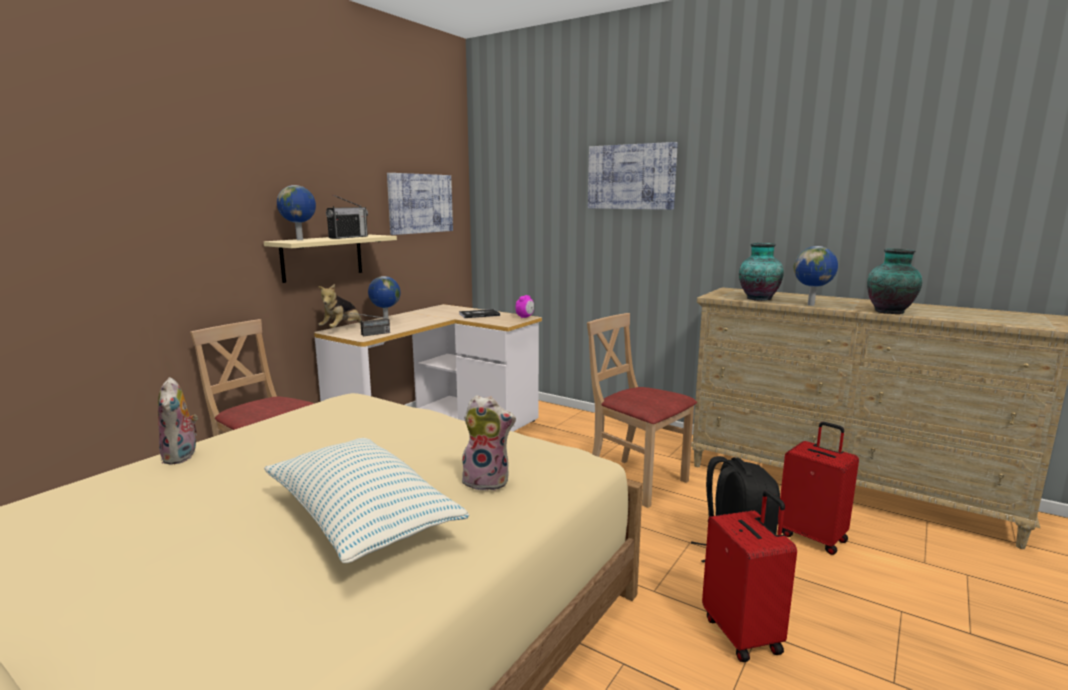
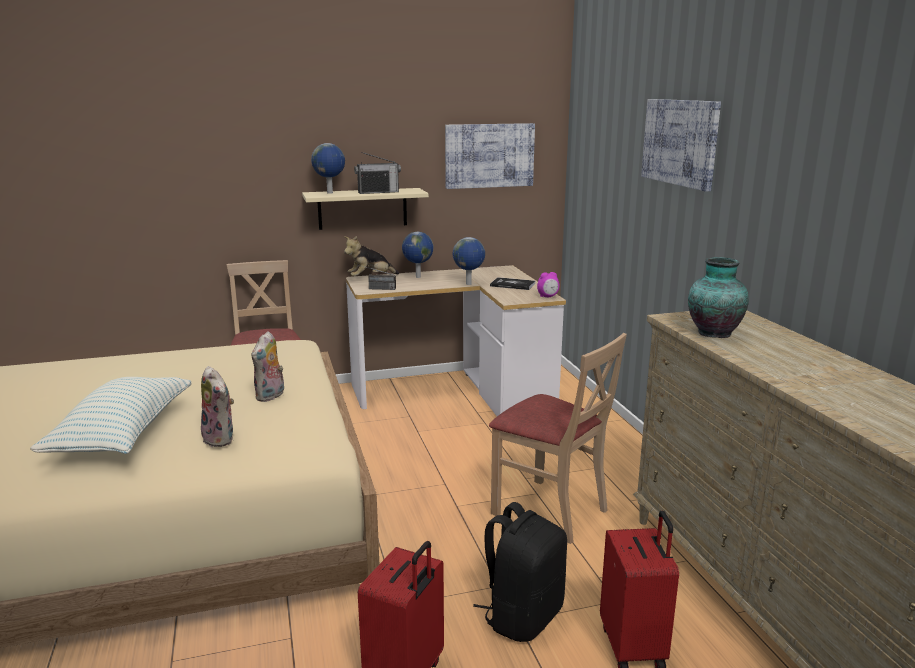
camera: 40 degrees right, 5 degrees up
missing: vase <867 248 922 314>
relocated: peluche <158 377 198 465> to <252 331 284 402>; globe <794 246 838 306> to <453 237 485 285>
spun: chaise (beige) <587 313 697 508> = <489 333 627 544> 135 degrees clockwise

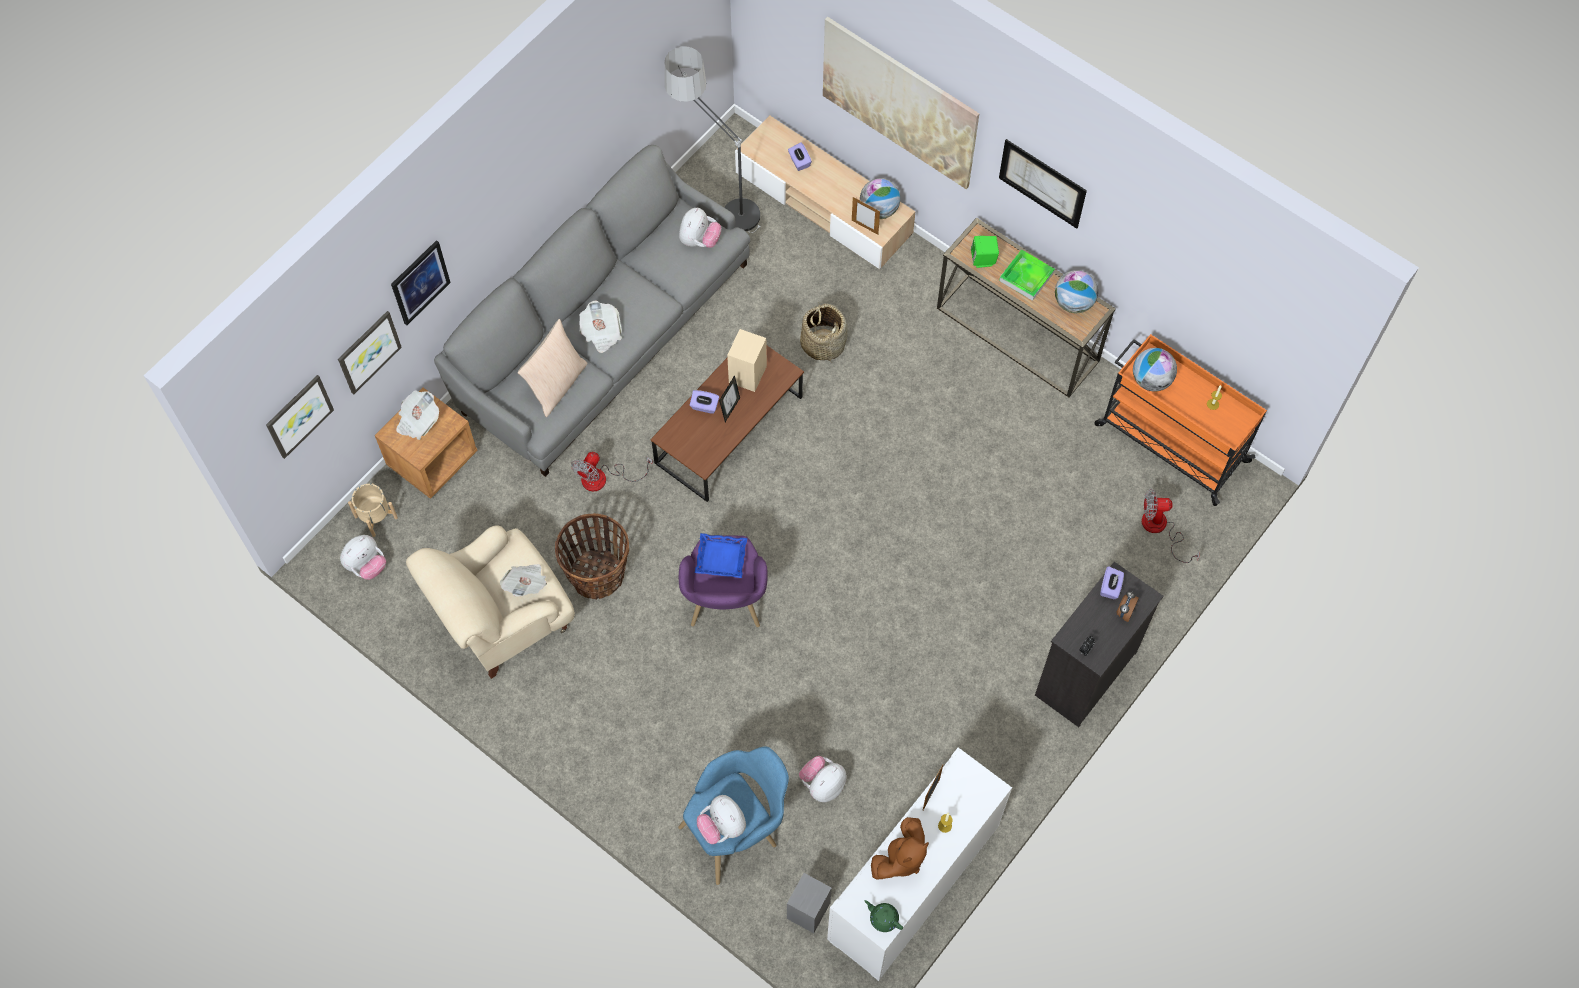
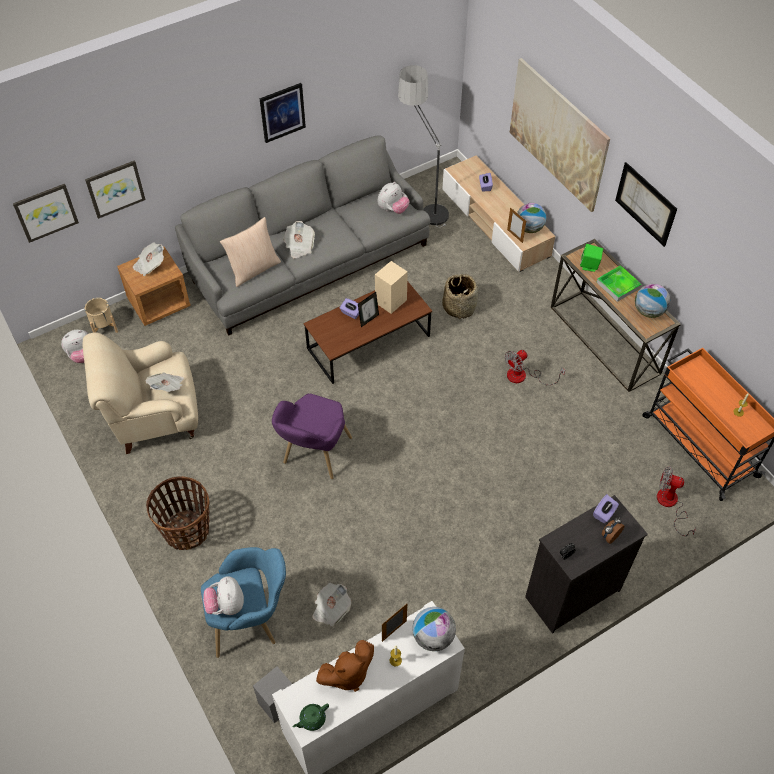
camera: 20 degrees right, 10 degrees down
missing: plateau (bleu) <695 533 747 578>
relocated: panier <555 513 629 600> to <146 476 210 550>; tableau <391 240 451 325> to <260 83 306 143>; globe <1133 348 1177 392> to <413 607 456 651>; ventilateur <571 452 653 491> to <505 350 565 385>
exchanged: peluche <799 756 847 802> to journal <312 583 351 627>
spun: théière (vert) <865 900 903 932> = <293 703 329 731> 90 degrees counterclockwise

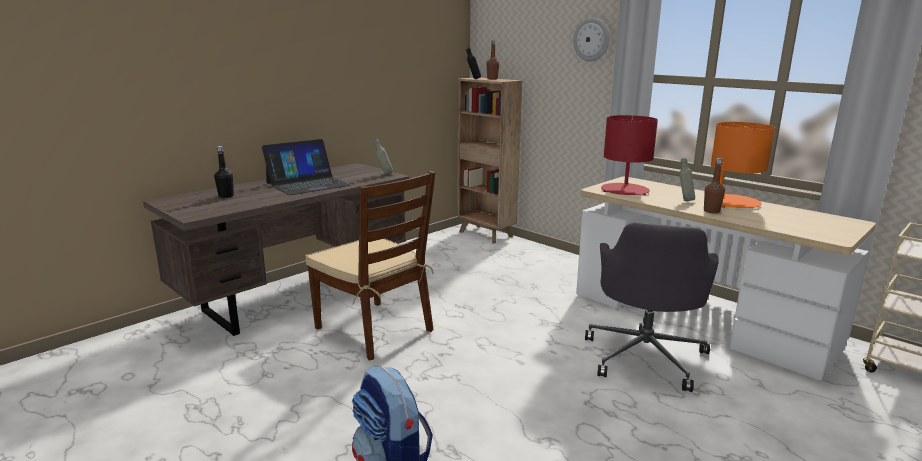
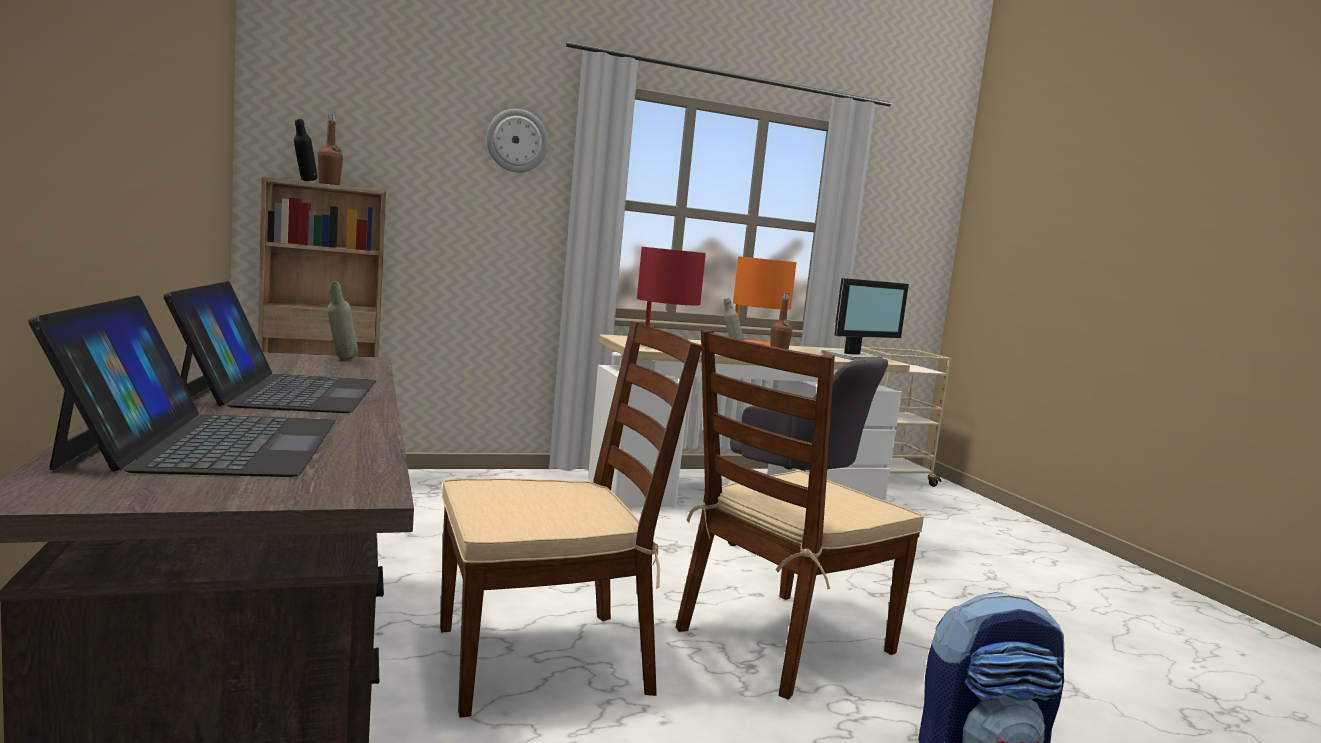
camera: 65 degrees left, 10 degrees down
appeared: chaise (marron) <676 330 924 700>; écran d'ordinateur <821 278 909 360>
exchanged: bouteille (noir) <214 146 234 198> to ordinateur portable <28 296 336 477>

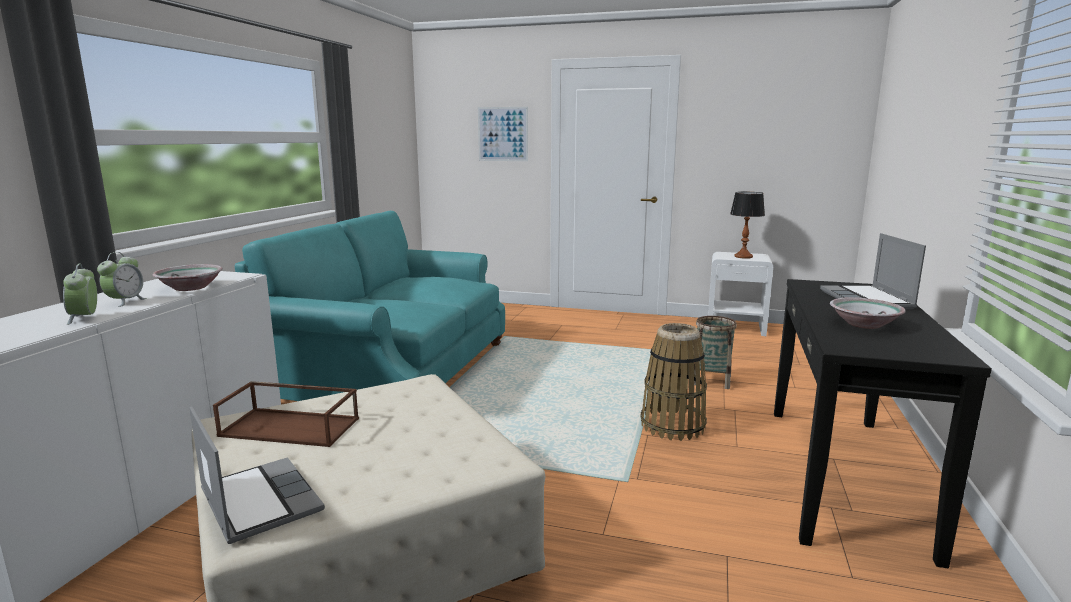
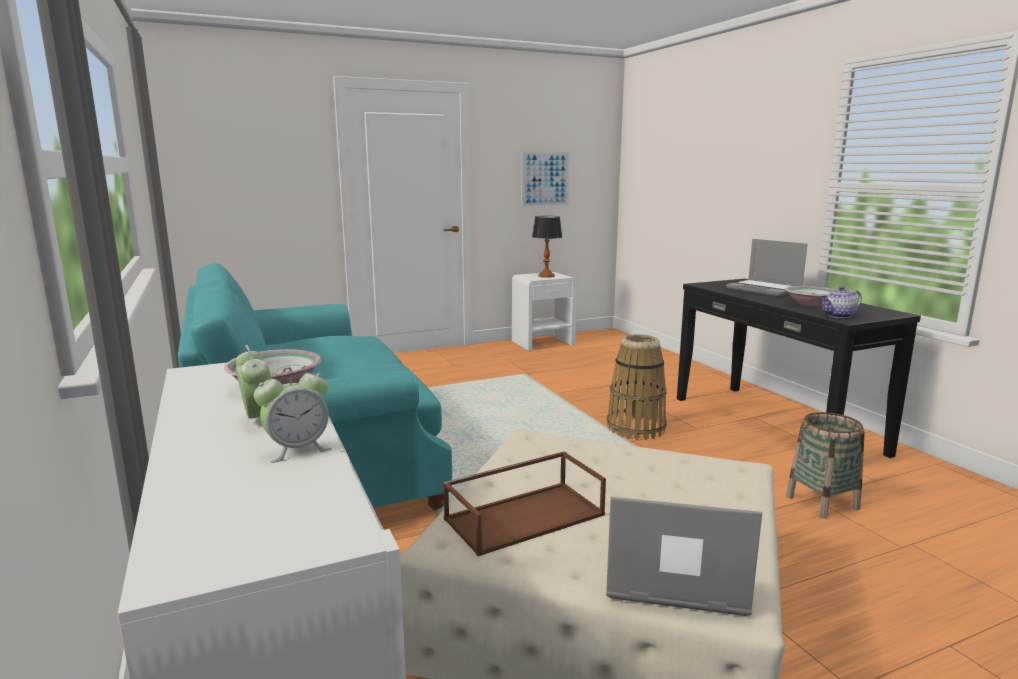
camera: 40 degrees left, 0 degrees up
appeared: théière <821 286 862 318>
relocated: tableau <478 107 528 161> to <522 151 570 207>; panier <694 316 737 389> to <786 412 865 518>
spun: réveil <63 264 97 325> = <254 364 332 463> 60 degrees counterclockwise

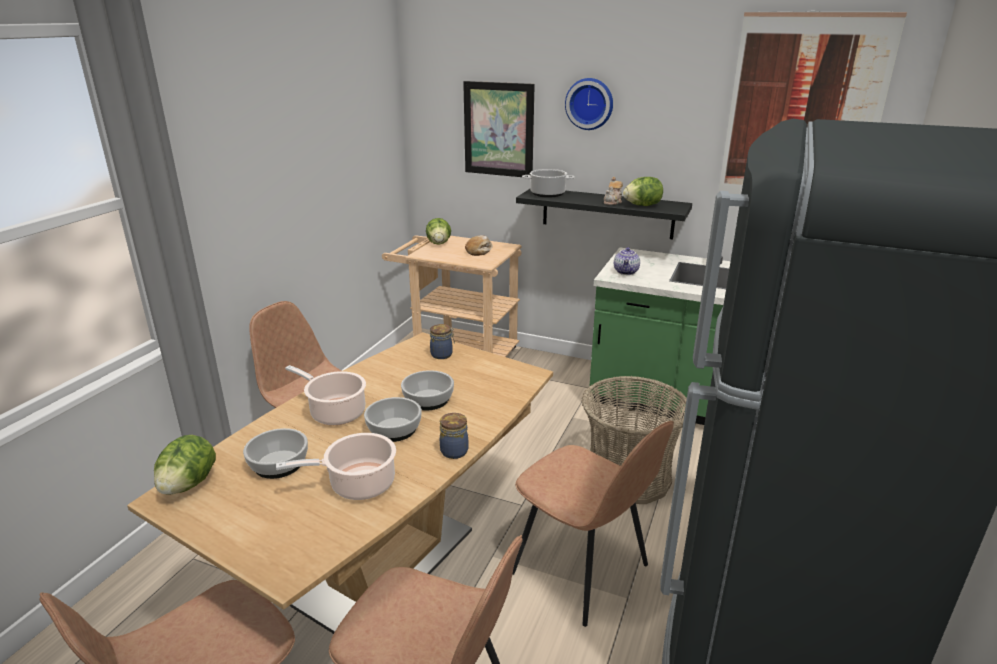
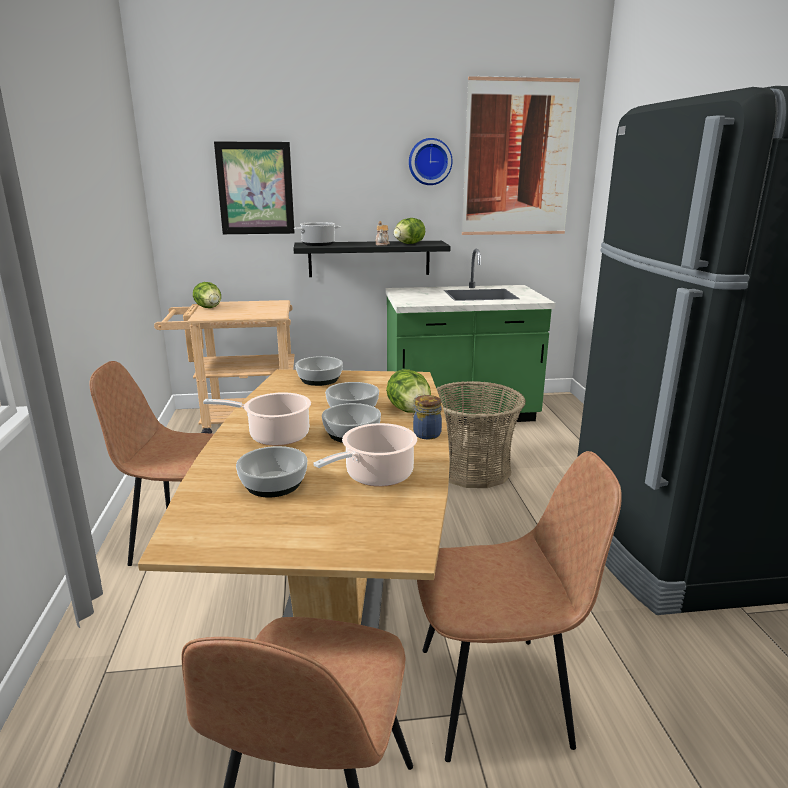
camera: 30 degrees left, 5 degrees down
missing: pain <465 235 492 256>; chaise (marron) <512 421 674 627>; théière <614 247 640 275>
relocated: laitue <154 435 216 495> to <386 369 431 413>; horloge murale <565 78 613 130> to <409 138 453 185>
exchanged: bocal <430 324 455 359> to bol <295 356 343 386>

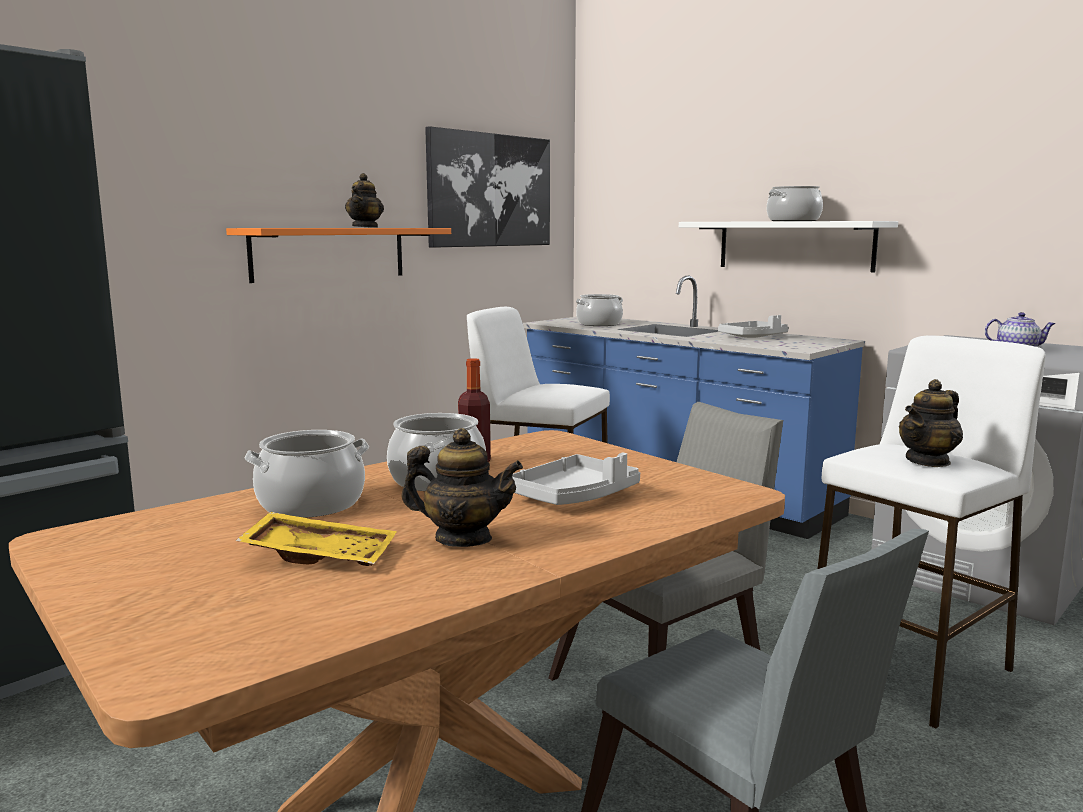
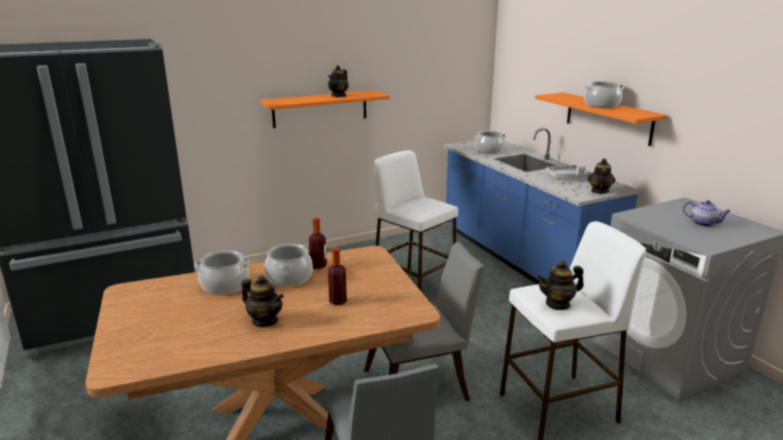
camera: 20 degrees right, 10 degrees up
missing: plateau (jaune) <236 512 397 566>; tableau <425 126 550 248>
appeared: théière <588 158 615 194>
exchanged: plateau (gris) <512 453 640 505> to bouteille <328 247 347 305>
colour: étagère (blanc) <679 221 898 272> to étagère (orange) <535 92 667 146>

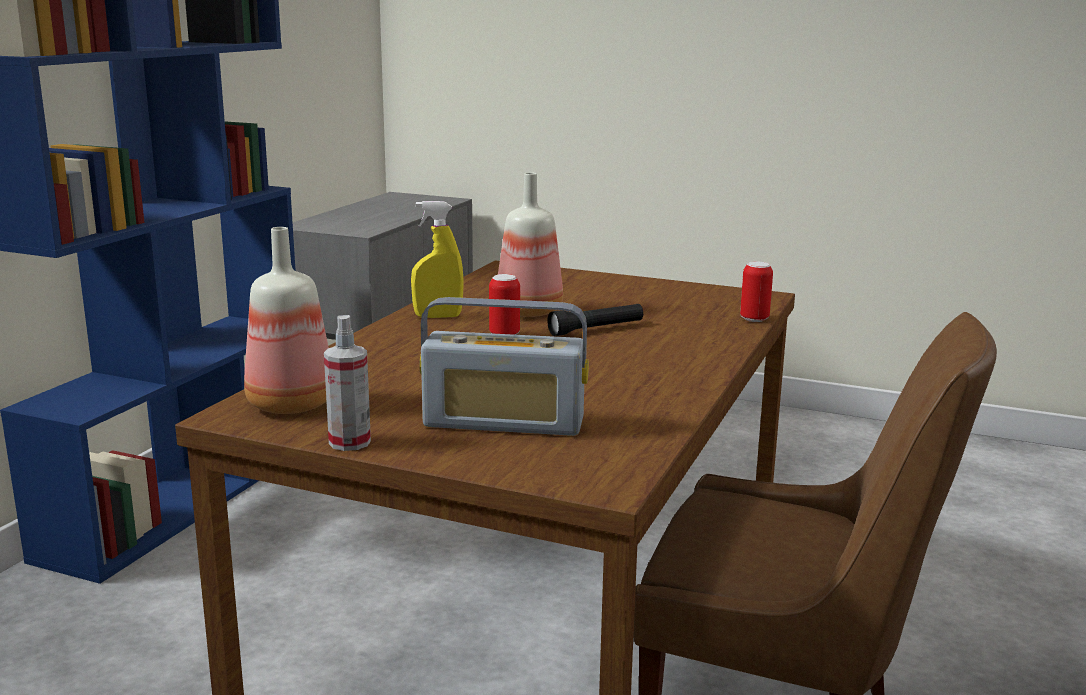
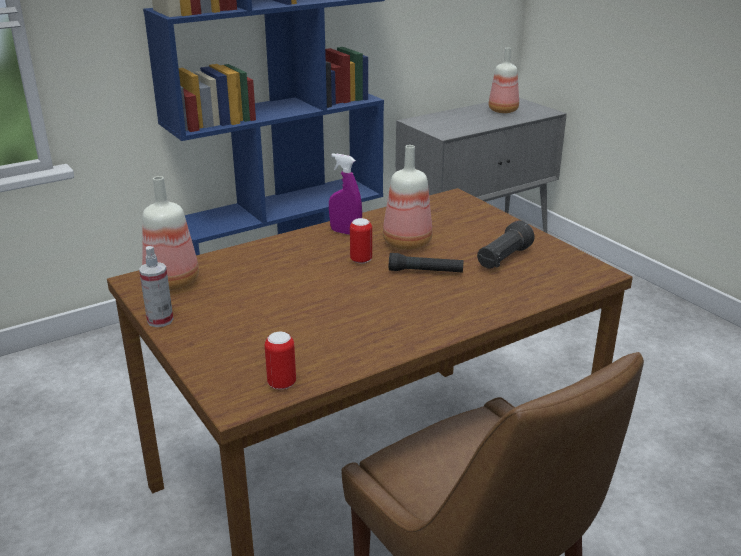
camera: 35 degrees right, 10 degrees up
missing: radio <419 297 589 436>
appeared: lampe de poche (noir) <477 221 534 269>; bouteille <489 48 519 113>
relocated: boîte métallique <740 262 773 322> to <265 332 296 390>
colour: vaporisateur (jaune) <411 201 464 318> to vaporisateur (violet) <329 153 362 235>

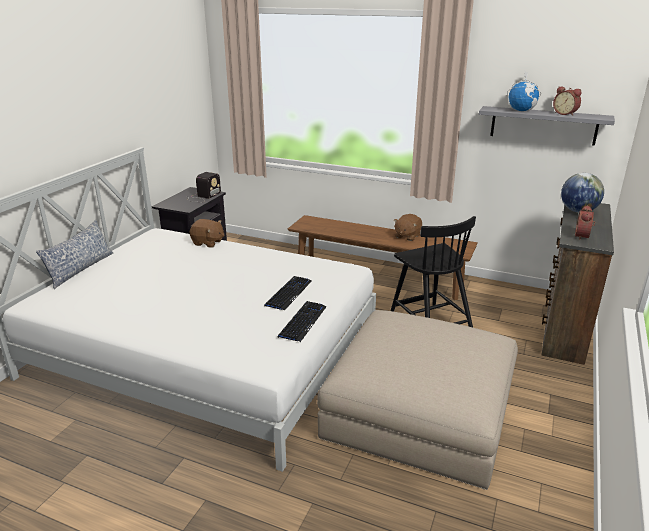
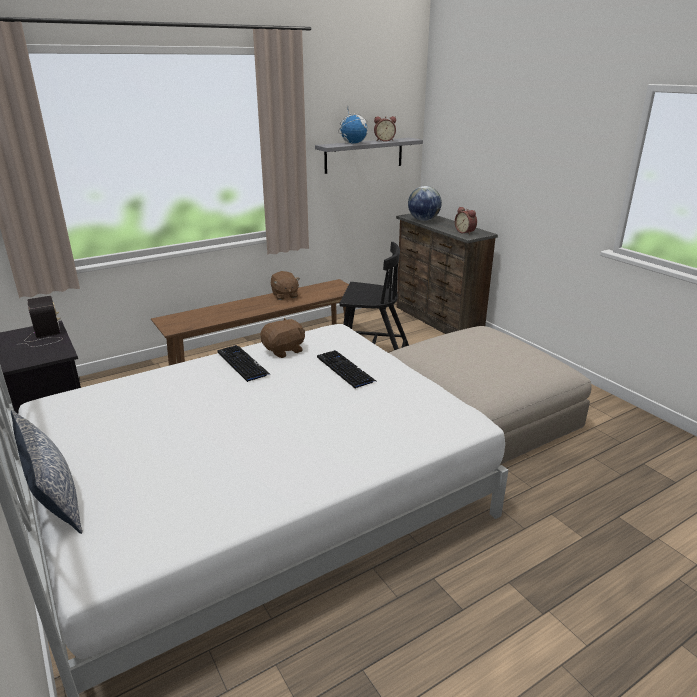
camera: 55 degrees left, 0 degrees up
relocated: clavier <278 301 327 342> to <217 345 271 382>; peluche (marron) <190 219 224 248> to <261 318 305 358>

